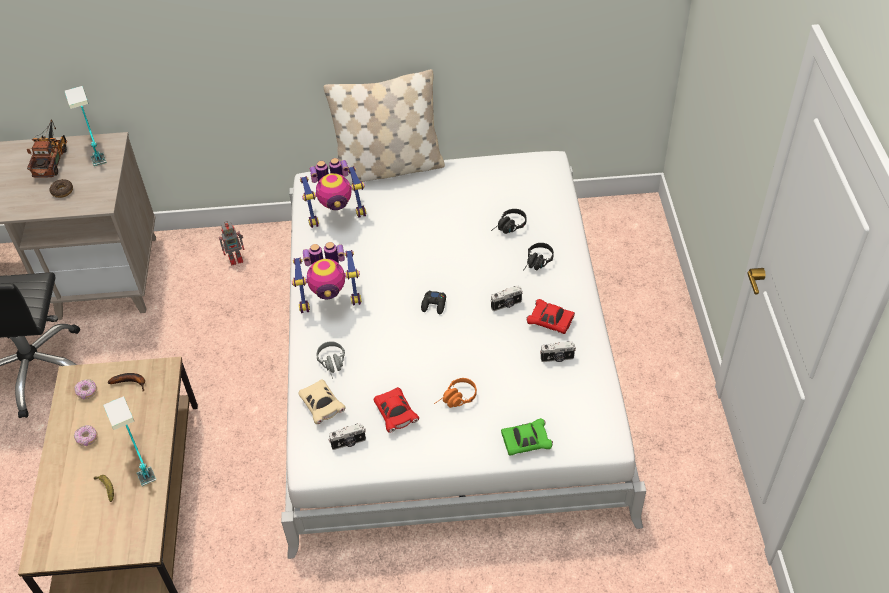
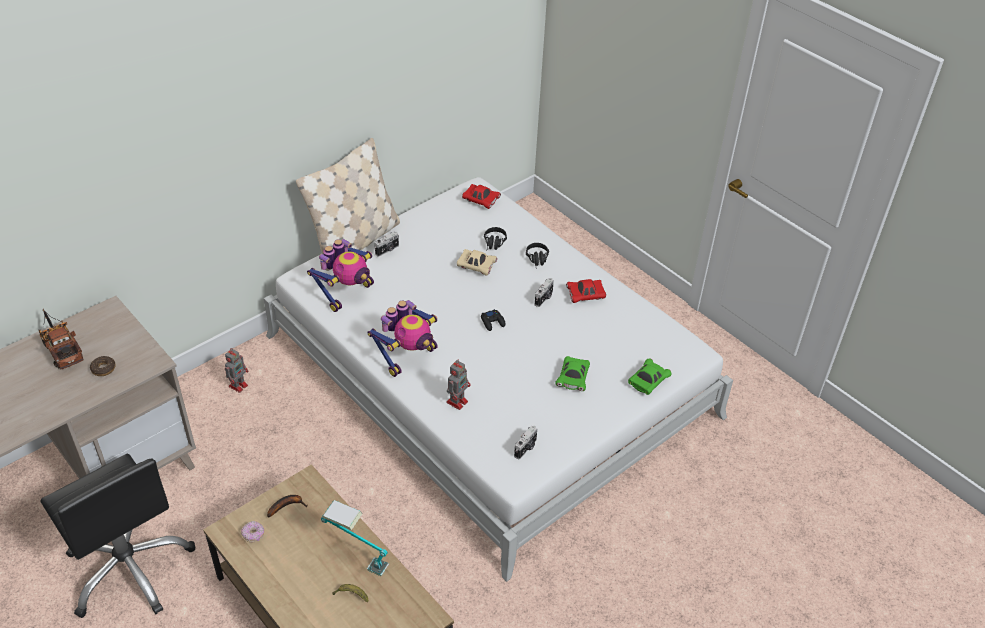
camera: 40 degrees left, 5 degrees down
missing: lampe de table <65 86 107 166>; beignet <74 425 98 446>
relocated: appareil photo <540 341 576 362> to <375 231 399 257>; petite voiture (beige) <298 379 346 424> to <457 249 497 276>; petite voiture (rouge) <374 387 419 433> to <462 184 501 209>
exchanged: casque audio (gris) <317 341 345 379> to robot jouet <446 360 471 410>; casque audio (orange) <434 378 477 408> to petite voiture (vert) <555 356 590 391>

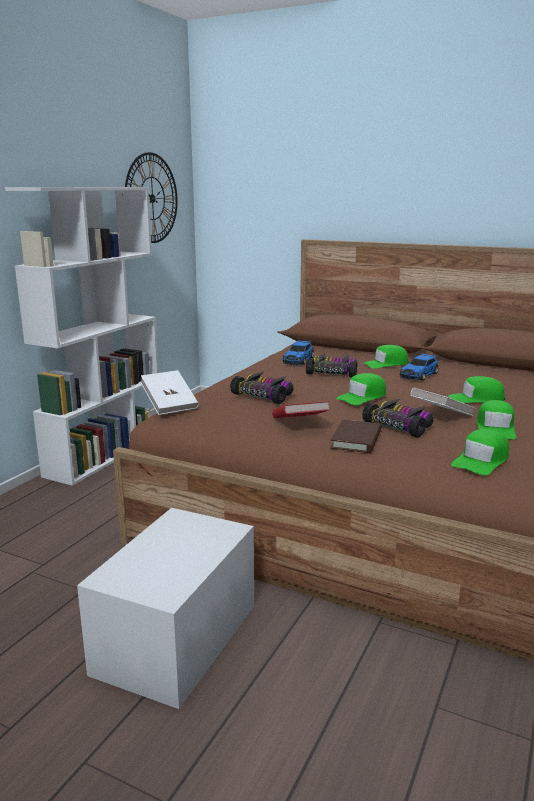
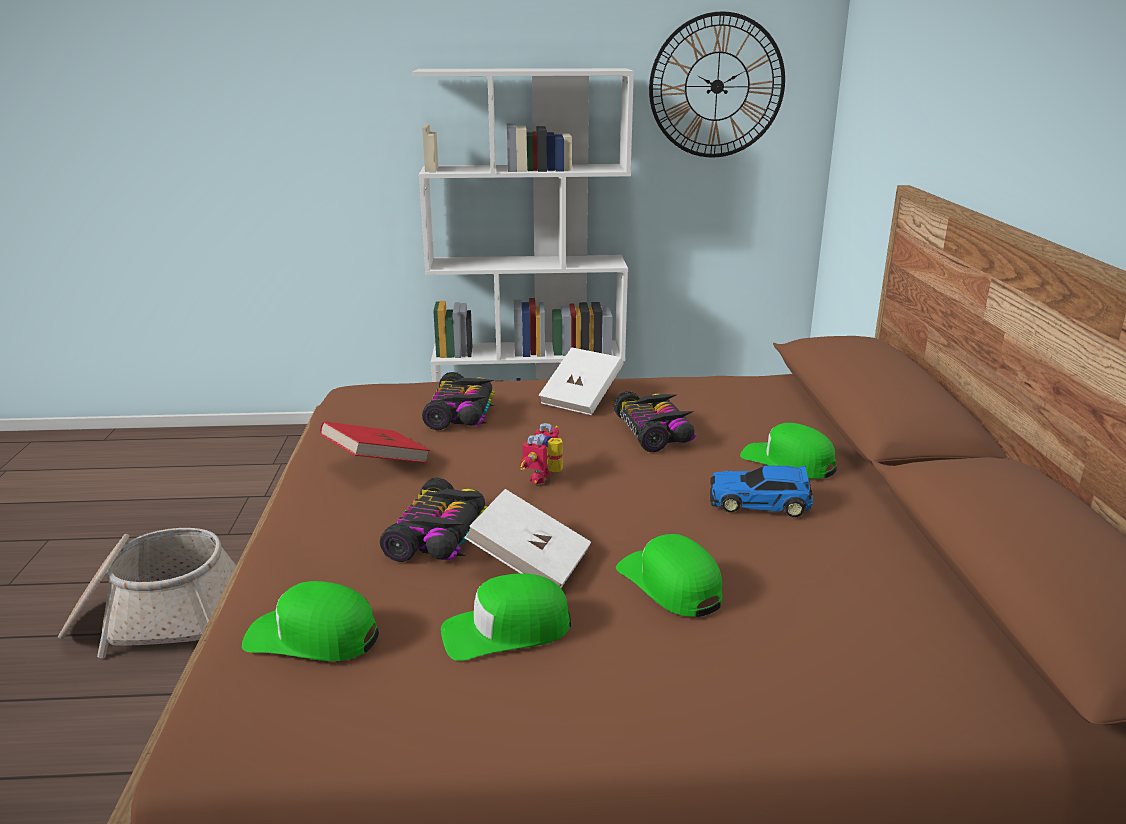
camera: 60 degrees right, 5 degrees up
missing: petite voiture <283 340 314 365>; livre (marron) <330 420 381 453>
relocated: livre (blanc) <140 370 199 415> to <539 347 624 415>
exchanged: boîte de rangement (blanc) <77 508 254 709> to panier <58 528 236 659>; casquette (vert) <336 373 386 405> to robot jouet <520 423 563 484>

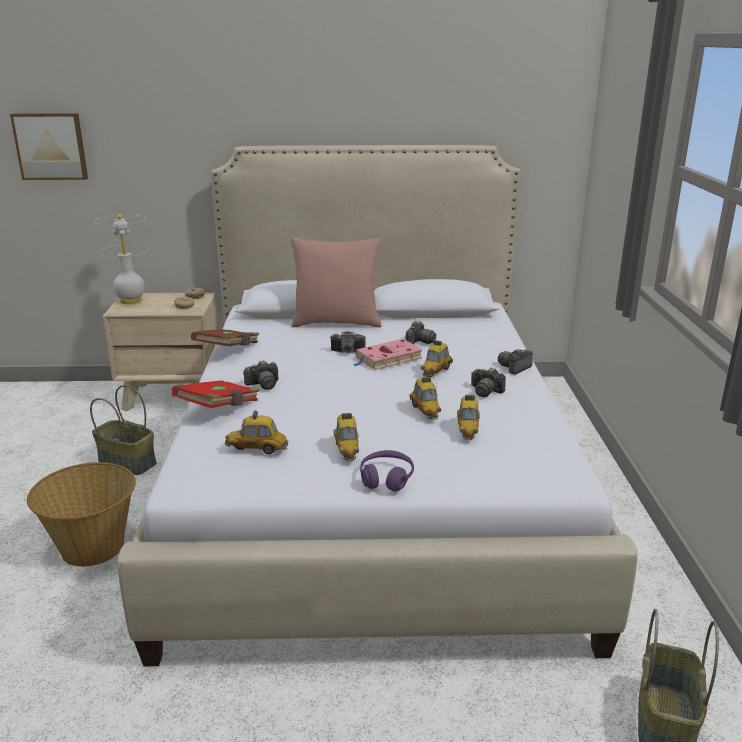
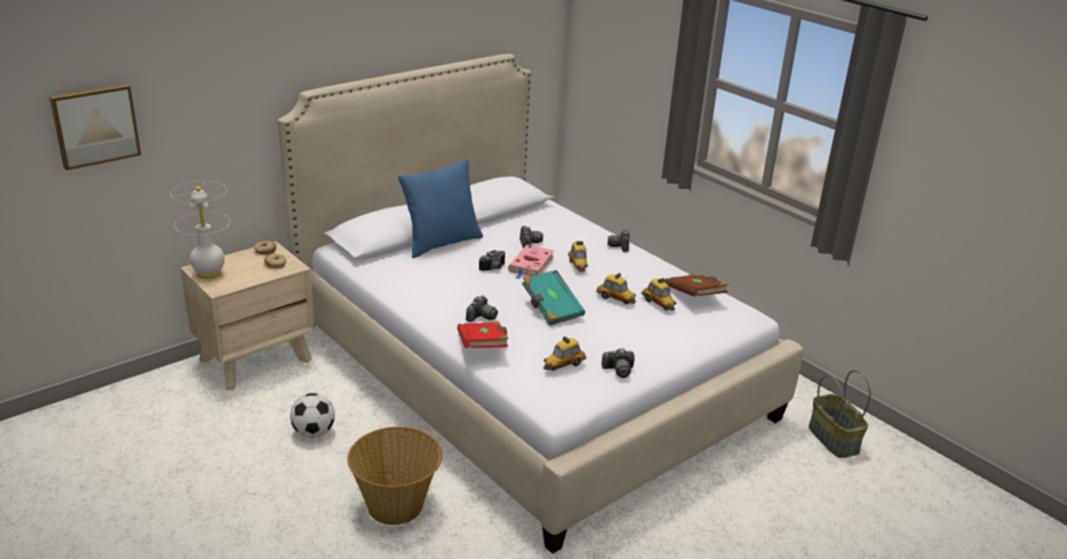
camera: 40 degrees left, 5 degrees up
missing: petite voiture <334 413 359 461>; casque audio (violet) <360 450 414 492>
appeared: livre (turquoise) <522 270 585 326>
relocated: appareil photo <471 368 506 397> to <602 348 635 378>; livre (marron) <191 329 259 347> to <665 273 728 297>
exchanged: panier <90 385 157 475> to ballon de foot <290 393 335 438>
colour: coussin (rose) <290 237 382 327> to coussin (bleu) <398 159 483 258>

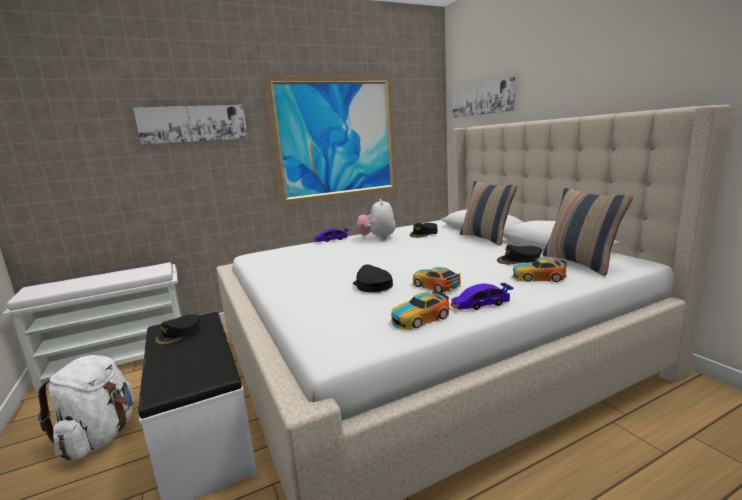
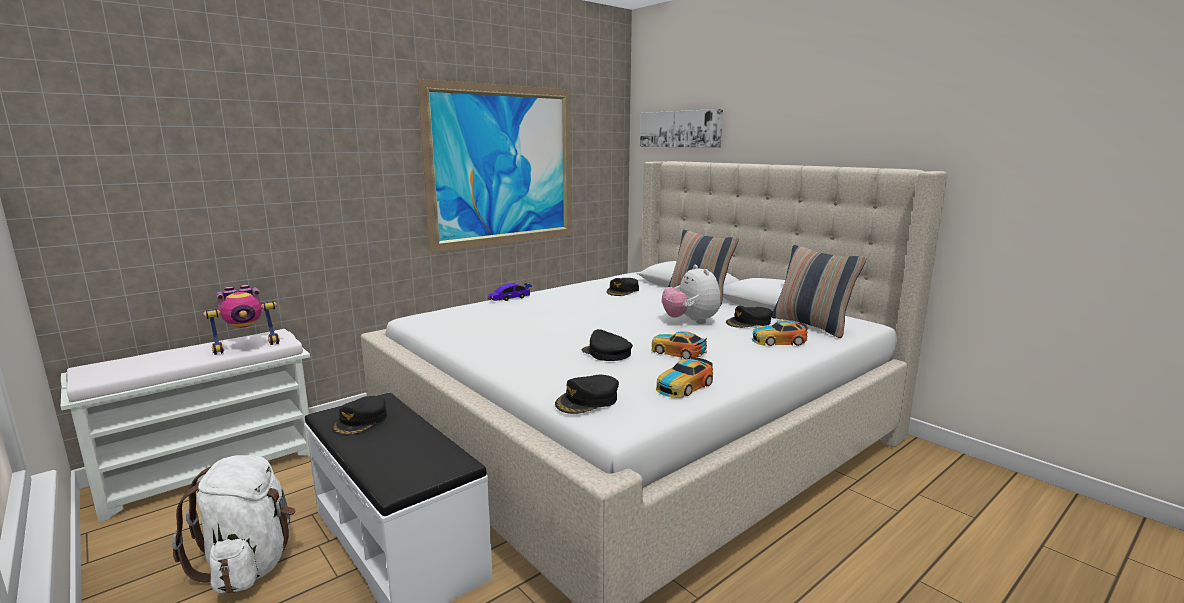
camera: 15 degrees left, 0 degrees up
missing: tableau <133 105 248 145>; petite voiture <451 283 514 310>
appeared: robot jouet <203 285 280 355>; casquette (noir) <555 375 619 414>
relocated: peluche <357 199 396 240> to <662 265 721 324>

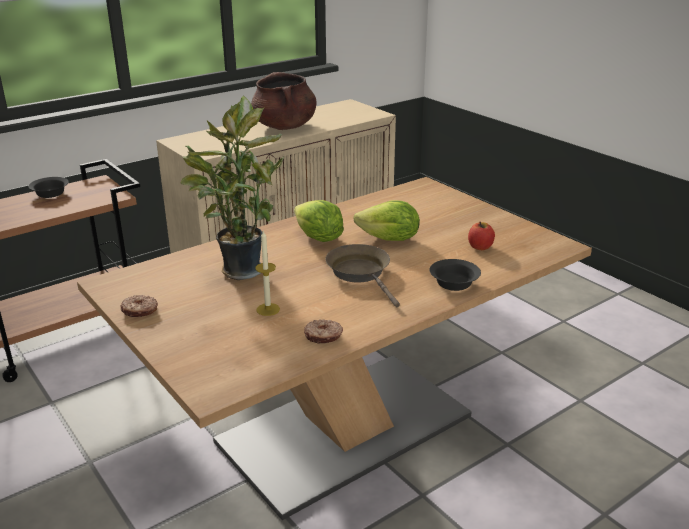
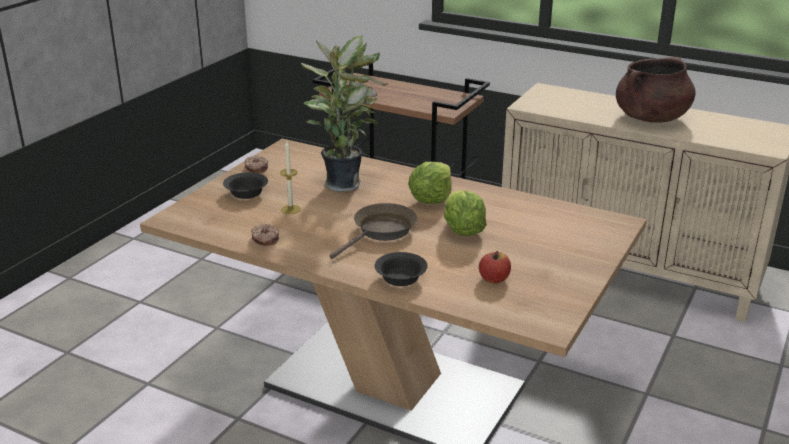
camera: 65 degrees right, 0 degrees up
relocated: bol (noir) <28 177 69 198> to <223 172 268 199>

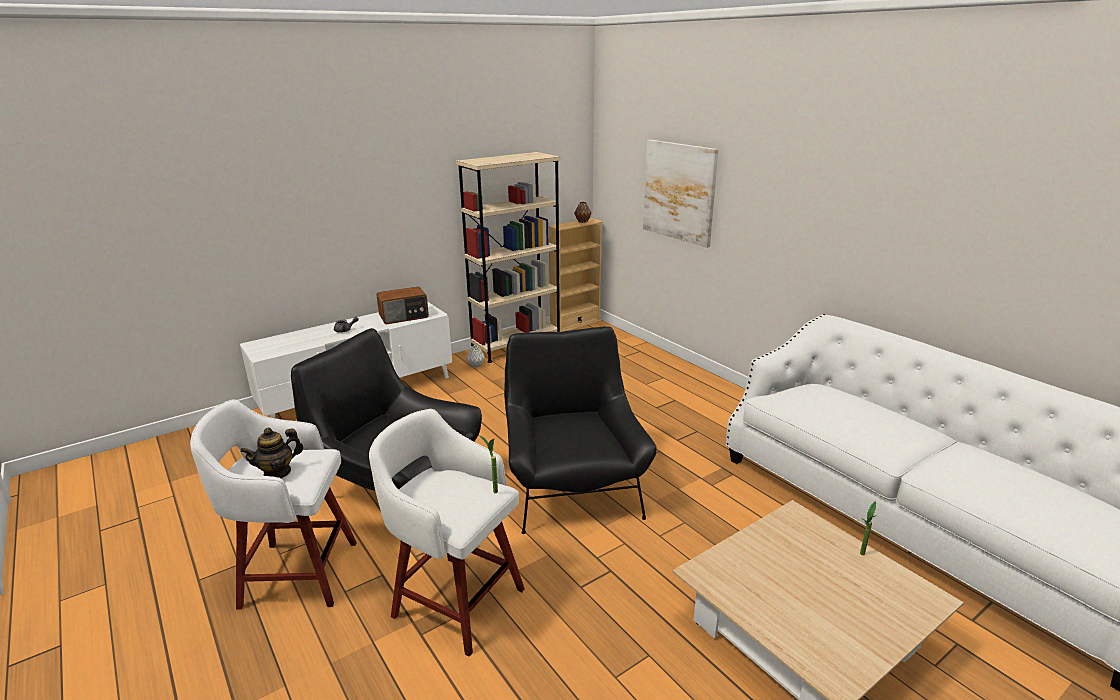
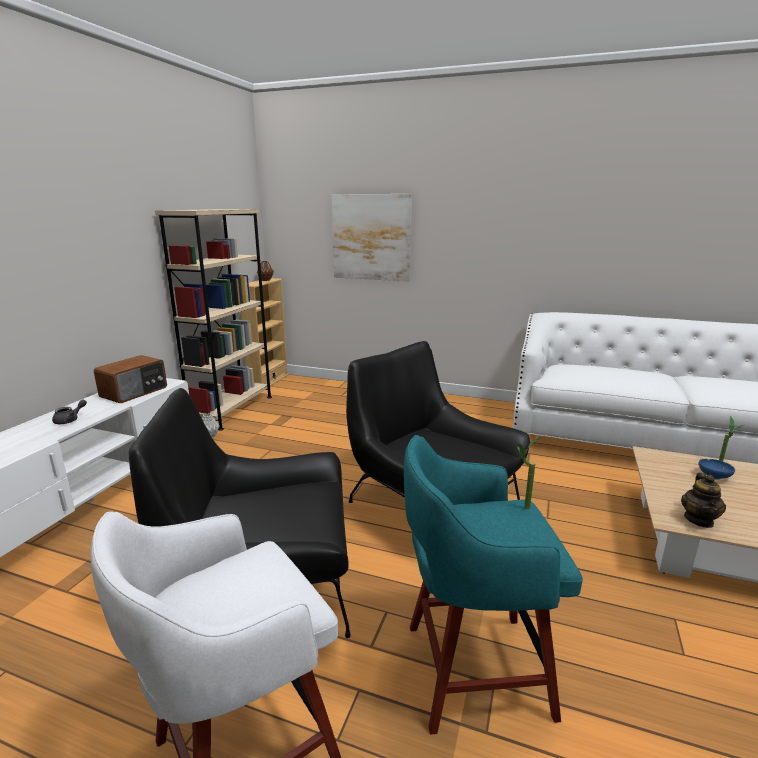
camera: 35 degrees left, 5 degrees down
appeared: bol (bleu) <698 459 735 480>
relocated: théière <240 428 304 478> to <681 473 726 528>
colour: tabouret (blanc) <369 409 525 657> to tabouret (turquoise) <404 435 583 734>

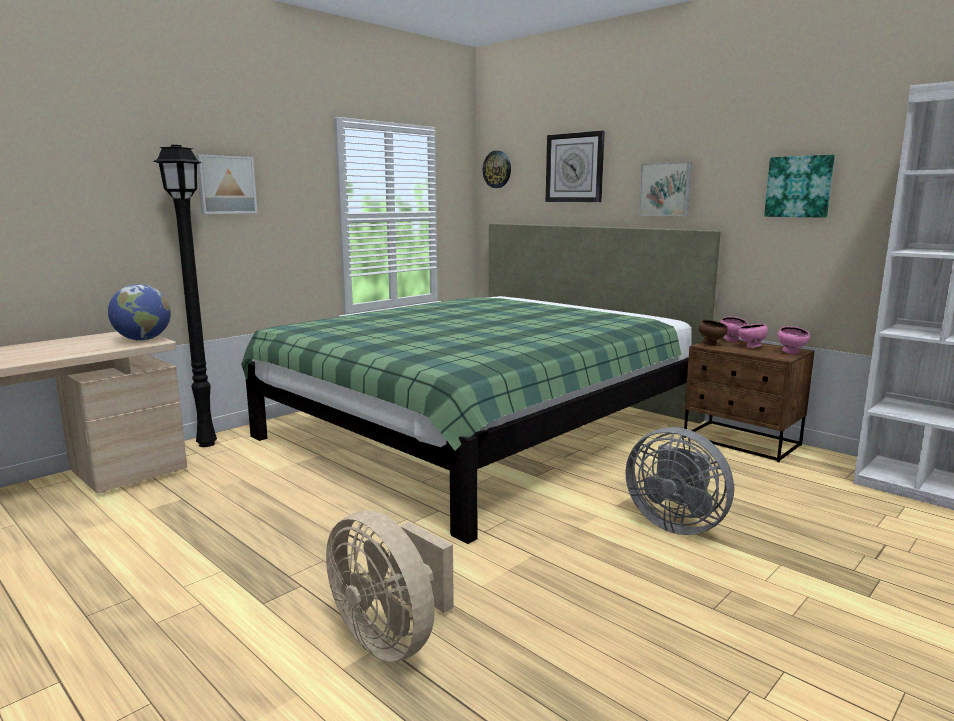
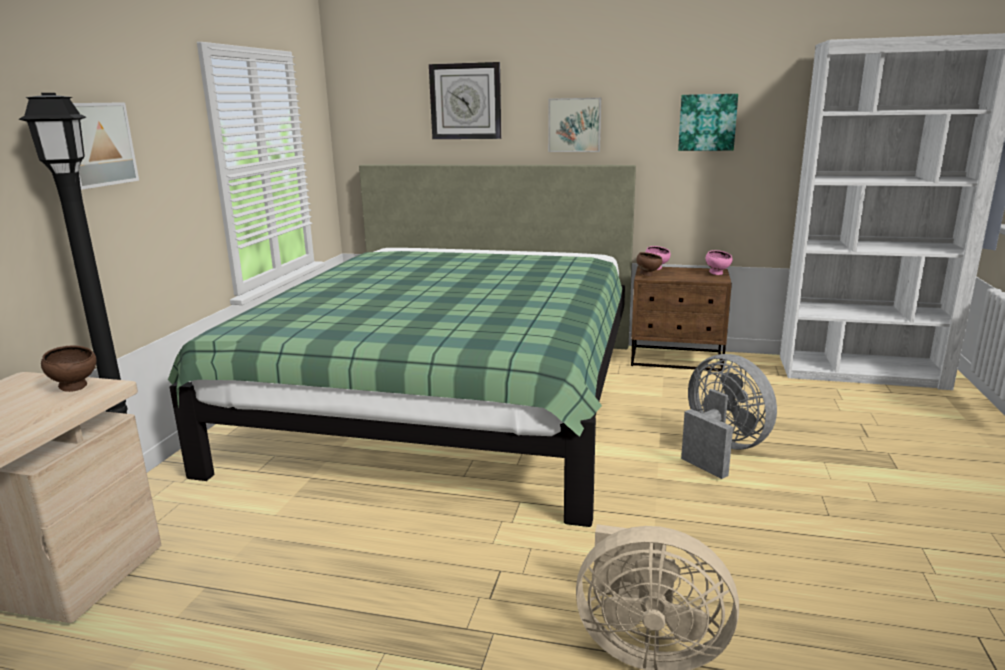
camera: 30 degrees left, 5 degrees up
missing: horloge murale <483 151 511 188>; bol (rose) <738 324 768 348>
exchanged: globe <108 284 171 341> to bol (marron) <41 345 96 392>
spun: ventilateur (gris) <625 427 734 535> = <681 354 777 479> 135 degrees counterclockwise

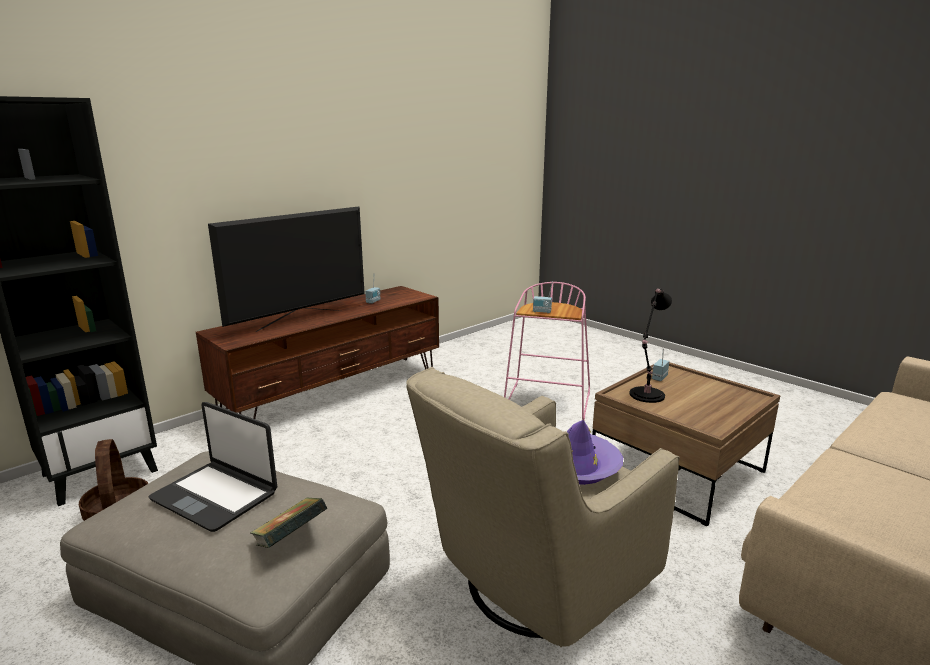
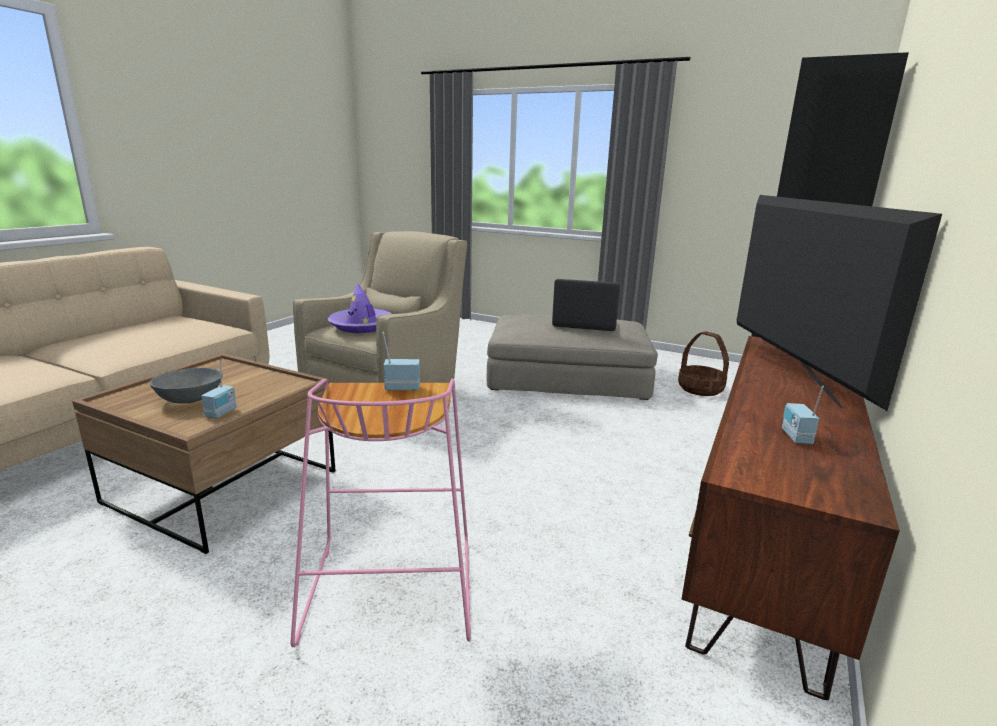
camera: 160 degrees right, 0 degrees up
missing: livre <250 498 327 548>; lampe de table (noir) <630 288 672 403>
appeared: bol (gris) <149 368 223 404>
spun: téléviseur <208 206 365 332> = <736 195 942 411> 150 degrees clockwise

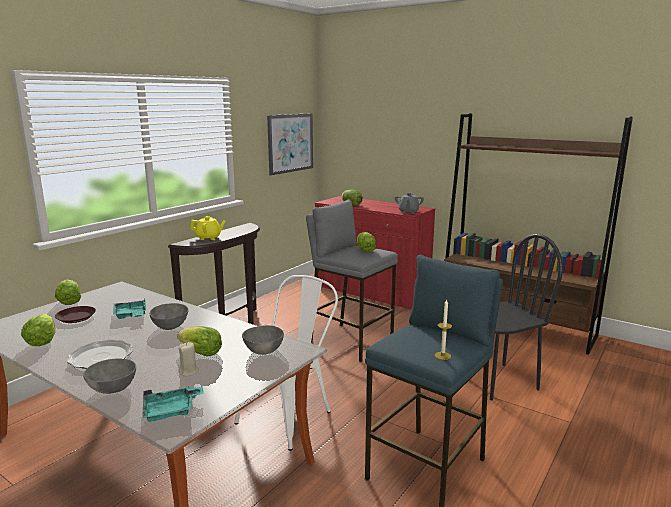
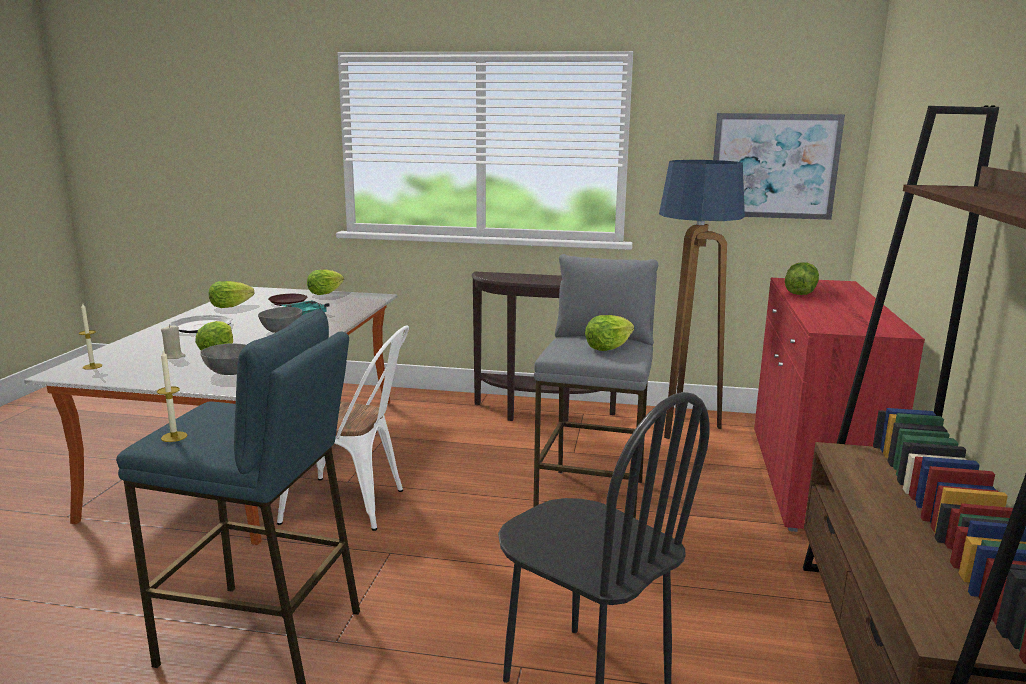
camera: 65 degrees right, 0 degrees up
missing: bol (gris) <83 358 136 394>; théière (jaune) <190 216 226 240>; théière (gris) <395 193 424 214>
appeared: lampadaire <659 160 745 439>
exchanged: plateau (turquoise) <142 387 204 422> to bougie <79 304 102 370>

